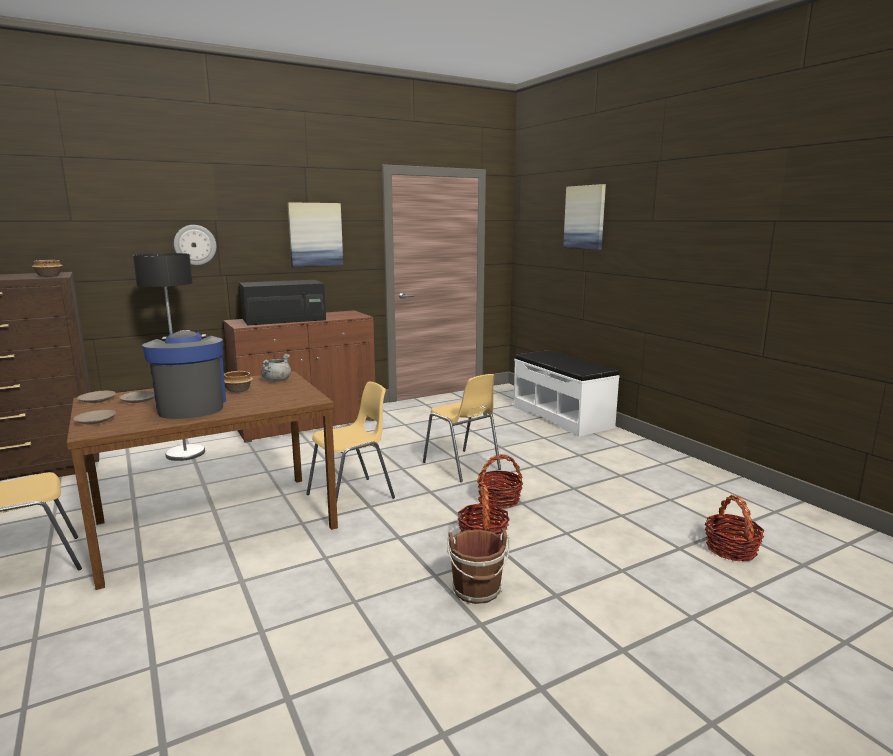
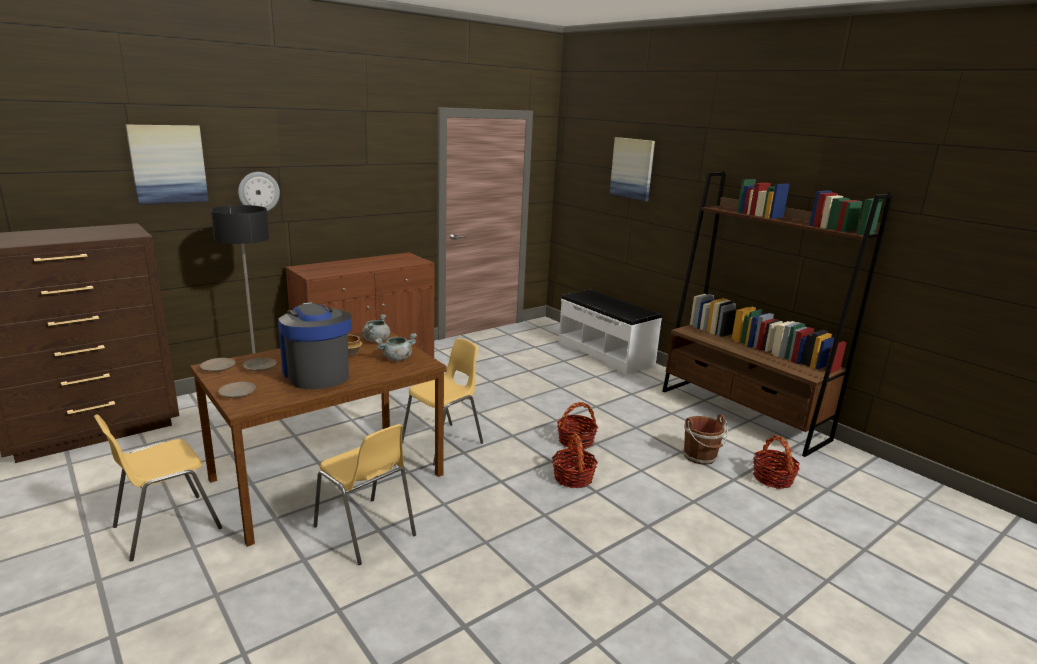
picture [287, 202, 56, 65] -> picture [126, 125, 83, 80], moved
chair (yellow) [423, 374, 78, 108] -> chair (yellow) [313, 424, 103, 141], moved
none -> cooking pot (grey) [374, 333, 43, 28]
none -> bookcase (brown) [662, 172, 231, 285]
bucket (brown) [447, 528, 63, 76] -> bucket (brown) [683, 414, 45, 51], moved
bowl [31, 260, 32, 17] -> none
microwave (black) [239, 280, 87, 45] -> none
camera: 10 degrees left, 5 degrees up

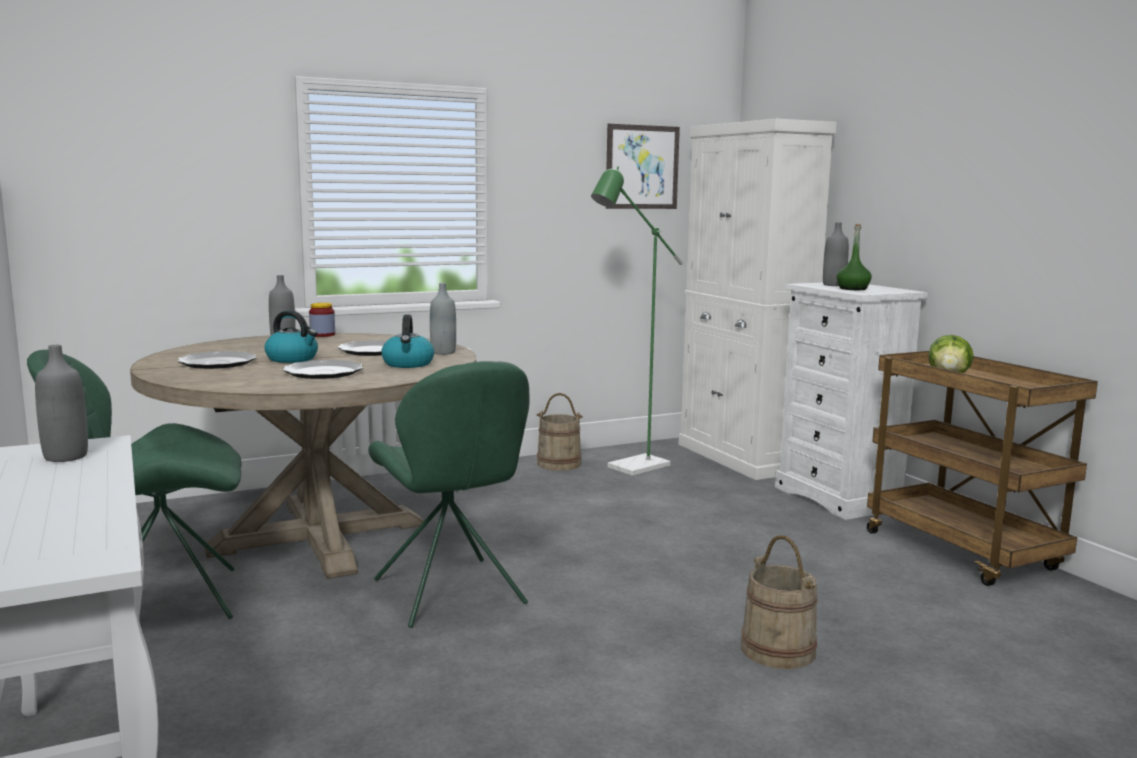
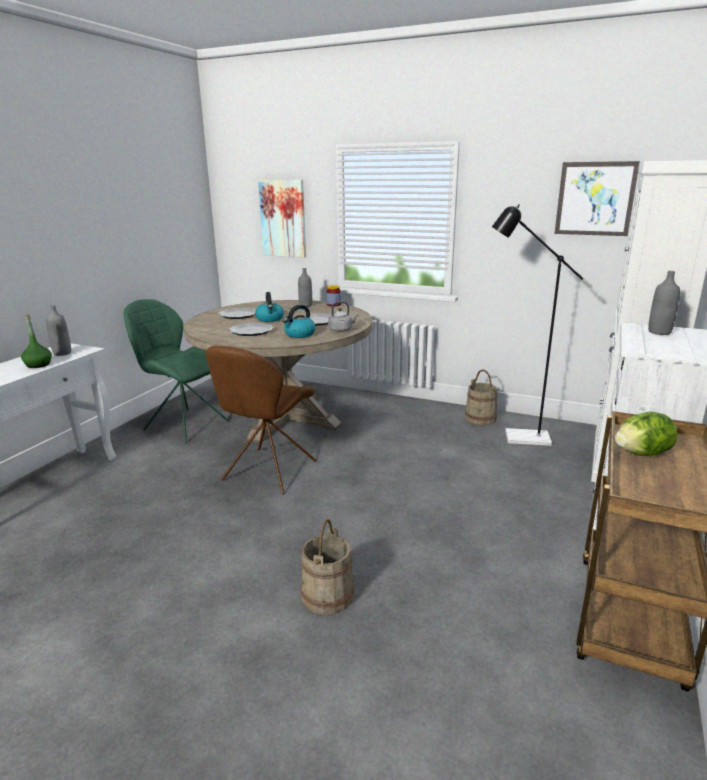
bottle (green) [837, 224, 35, 66] -> bottle (green) [21, 314, 31, 54], moved
chair (green) [368, 361, 161, 267] -> chair (brown) [205, 346, 111, 148]
none -> picture [258, 179, 48, 79]
bottle (grey) [430, 283, 26, 72] -> kettle (grey) [328, 302, 31, 30]
floor lamp (green) [591, 167, 92, 309] -> floor lamp (black) [492, 205, 100, 241]
camera: 50 degrees right, 10 degrees up

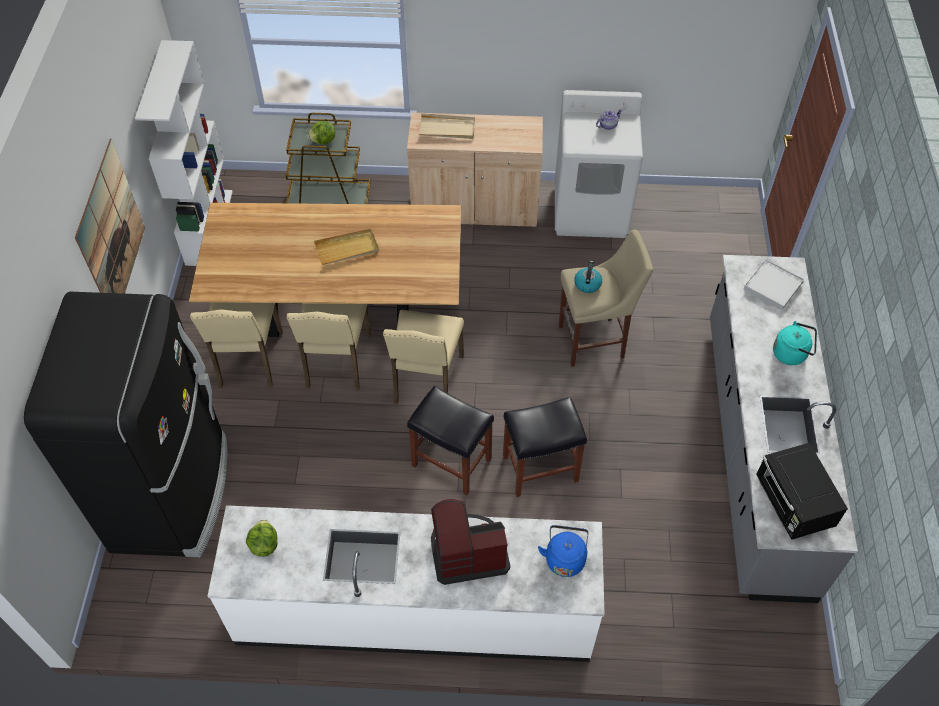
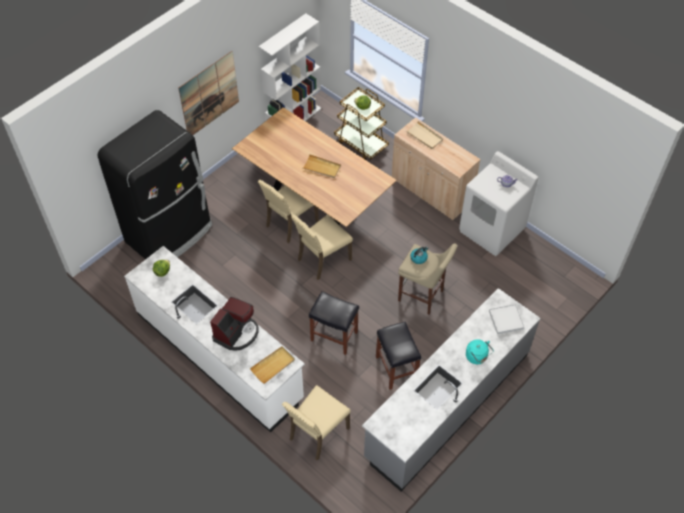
coffee machine [431, 499, 79, 86] -> coffee machine [210, 297, 49, 54], 90 degrees clockwise
kettle (blue) [538, 525, 51, 52] -> tray (beige) [250, 346, 45, 38]
chair (beige) [190, 302, 93, 86] -> chair (beige) [282, 385, 69, 76], moved
stool (black) [407, 386, 87, 109] -> stool (black) [376, 322, 45, 68], moved
microwave (black) [756, 443, 92, 97] -> none
camera: 40 degrees right, 0 degrees up

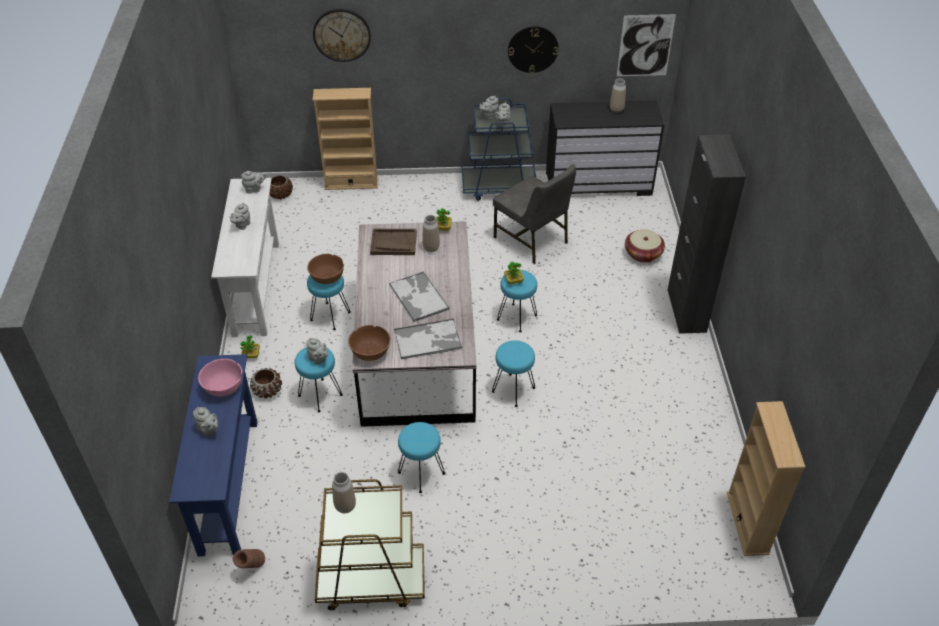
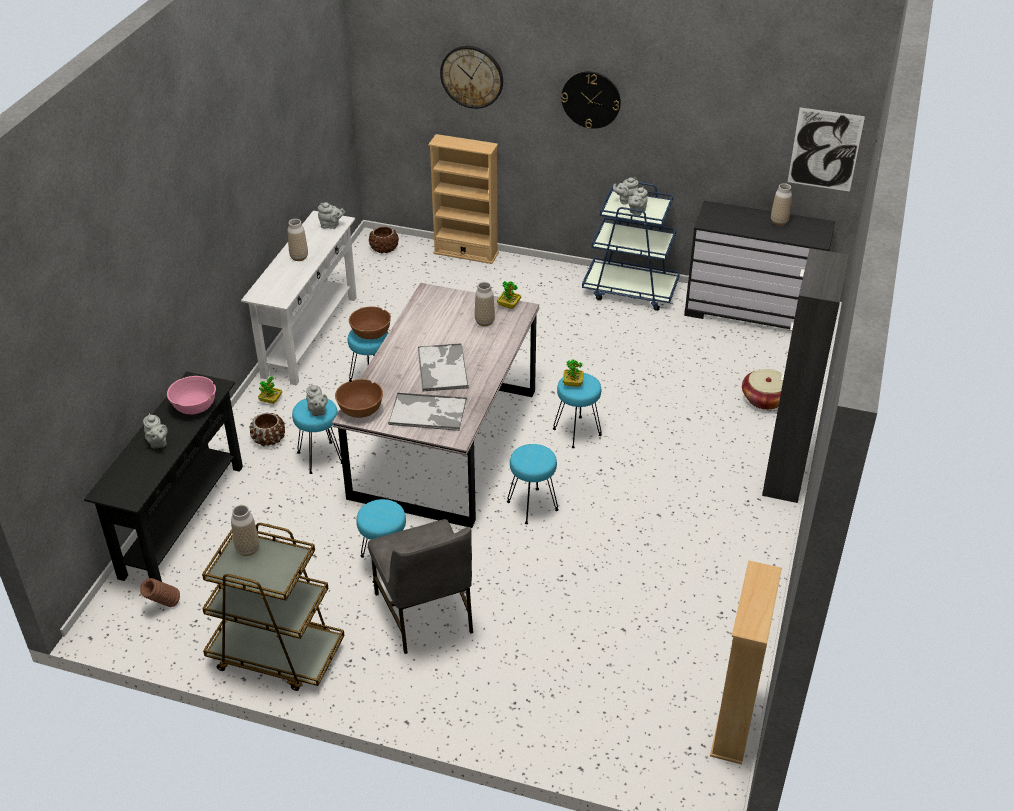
console table (blue) [169, 354, 89, 203] -> console table (black) [84, 372, 159, 210]
teapot (grey) [230, 203, 21, 27] -> vase [287, 219, 21, 42]
chair (grey) [493, 164, 83, 100] -> chair (grey) [368, 519, 105, 135], moved
wall clock [508, 26, 51, 47] -> wall clock [561, 71, 60, 58], moved
tray (brown) [370, 229, 47, 26] -> none
camera: 20 degrees right, 5 degrees down

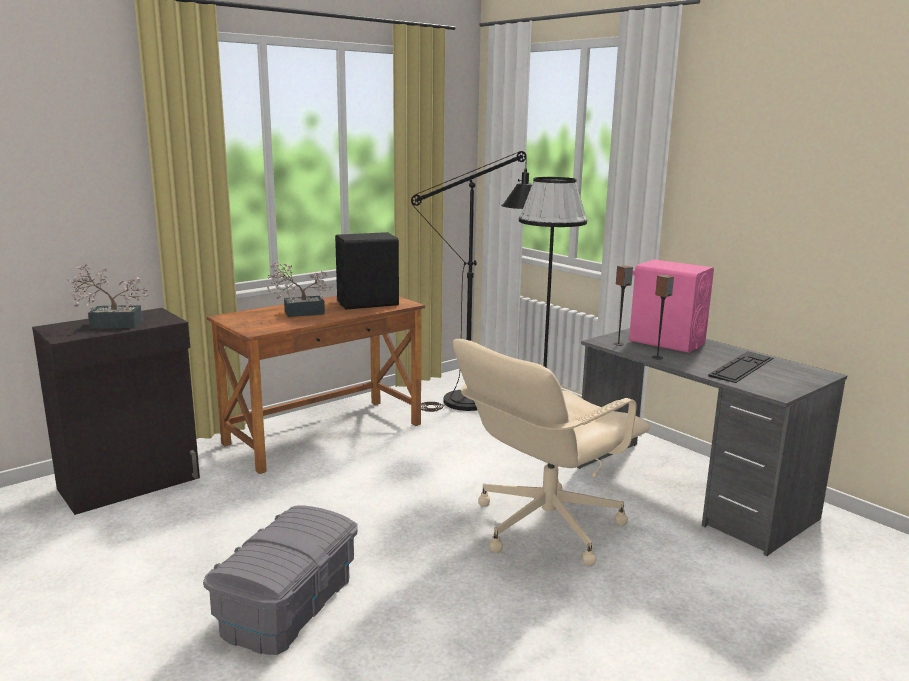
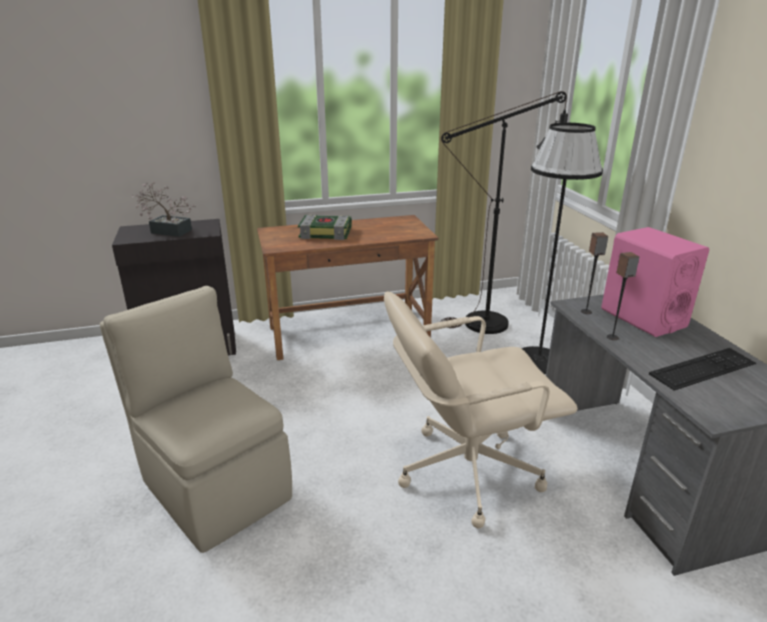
storage box (grey) [203, 505, 155, 150] -> chair (beige) [100, 286, 192, 267]
potted plant [267, 262, 66, 55] -> book [298, 215, 54, 25]
speaker (black) [335, 232, 64, 77] -> none
camera: 25 degrees right, 10 degrees up

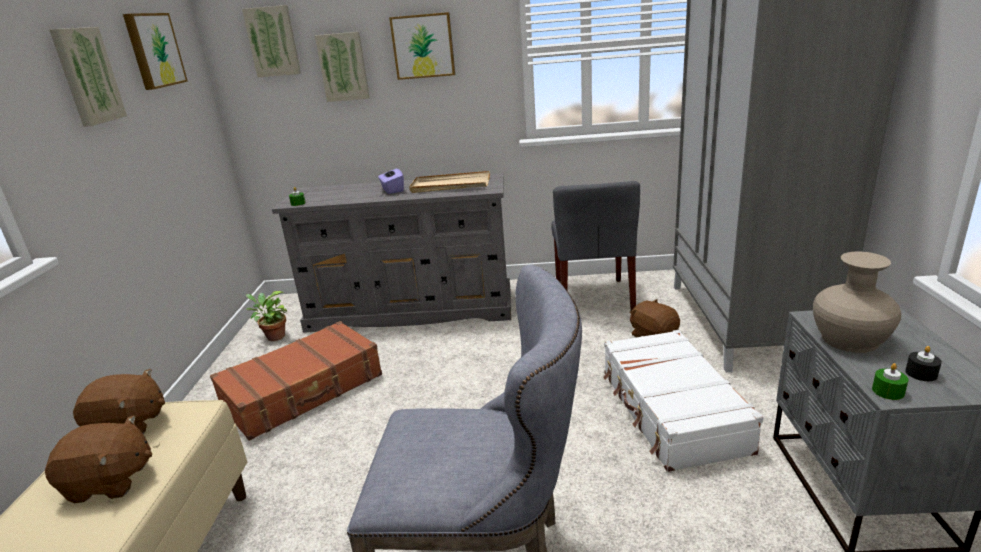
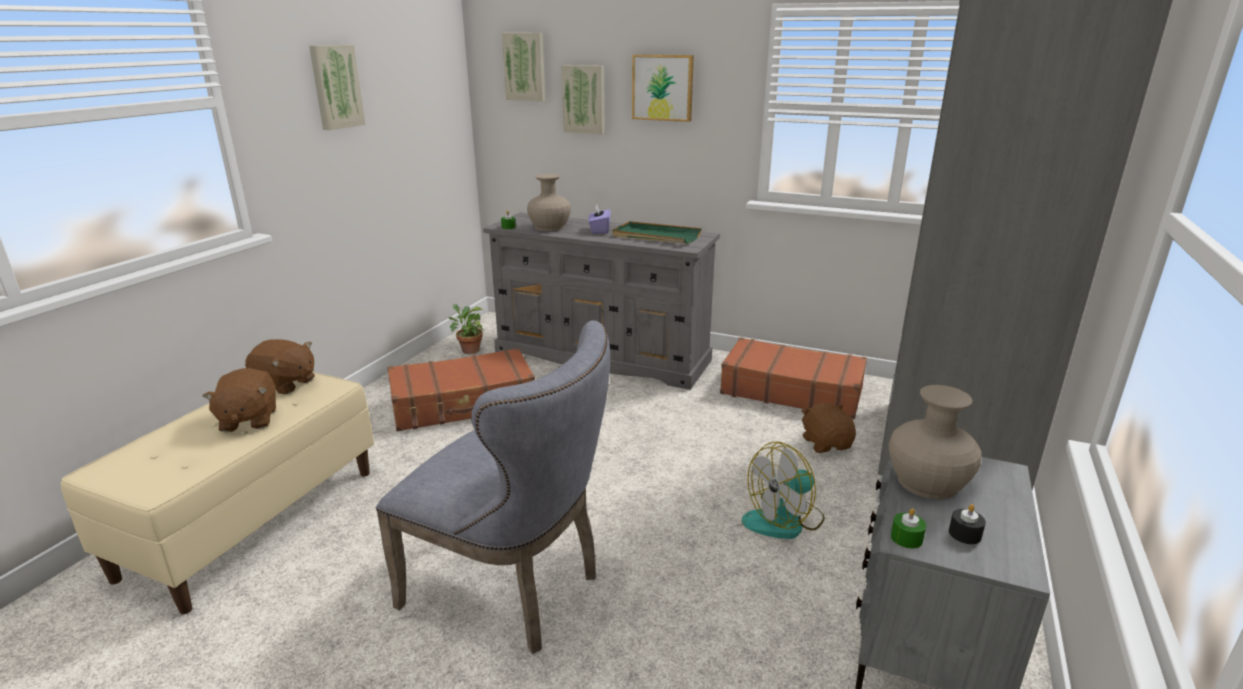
plush toy (brown) [45, 415, 107, 88] -> plush toy (brown) [202, 368, 74, 64], 60 degrees clockwise
none -> vase (beige) [527, 174, 44, 57]
tray (beige) [409, 171, 81, 22] -> tray (green) [612, 221, 90, 23]
chair (grey) [551, 181, 89, 130] -> suitcase (brown) [720, 337, 147, 82]
suitcase (white) [603, 330, 161, 142] -> fan [742, 442, 83, 97]
picture [123, 13, 65, 77] -> none
camera: 20 degrees right, 0 degrees up

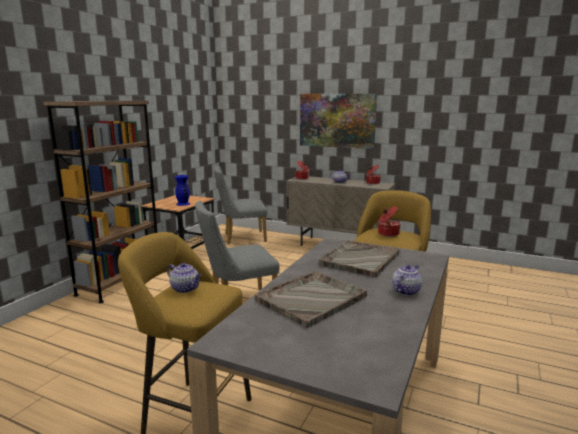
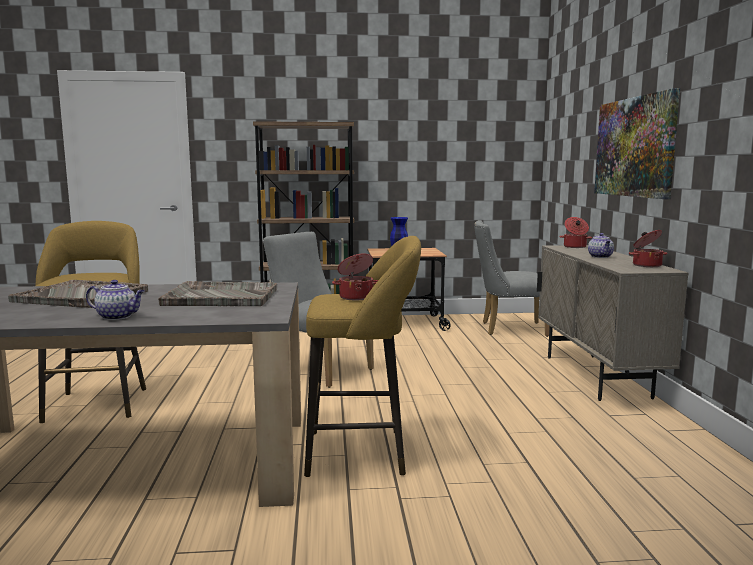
chair (grey) [214, 166, 53, 78] -> chair (grey) [474, 220, 76, 117], 45 degrees counterclockwise
teapot [167, 263, 35, 30] -> none
camera: 60 degrees right, 5 degrees down

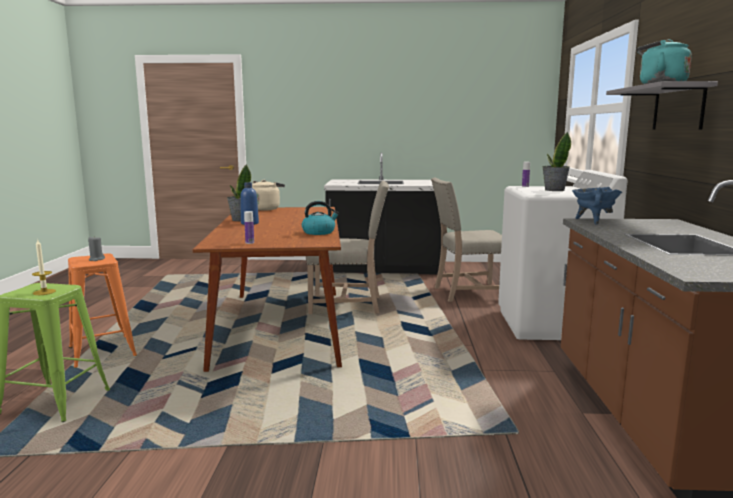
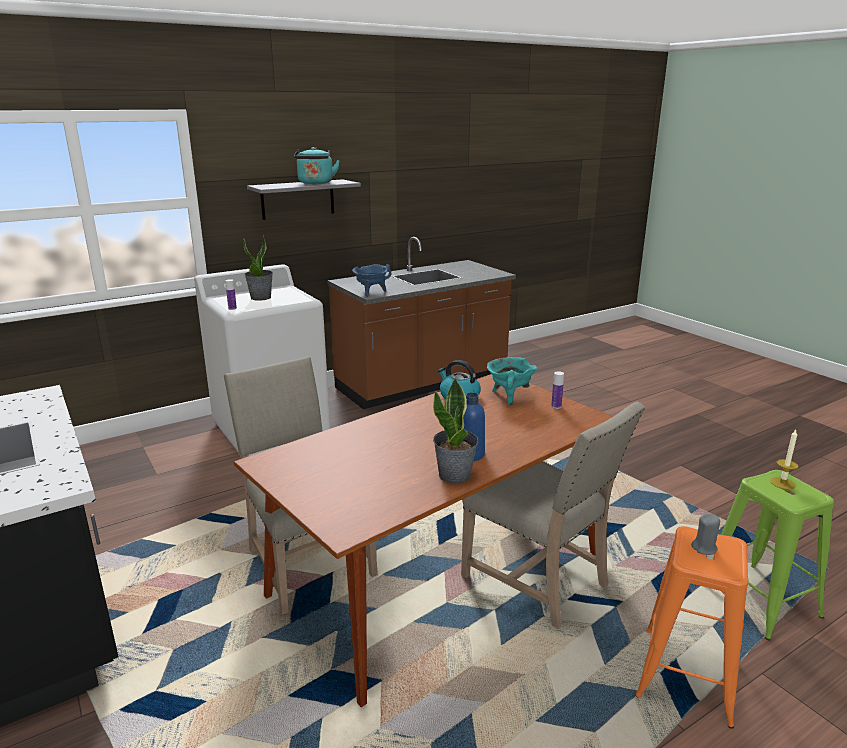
chair (beige) [431, 178, 71, 124] -> chair (beige) [461, 402, 184, 227], moved
none -> cooking pot (turquoise) [487, 357, 50, 49]
kettle (beige) [252, 180, 33, 31] -> none
camera: 125 degrees left, 10 degrees up

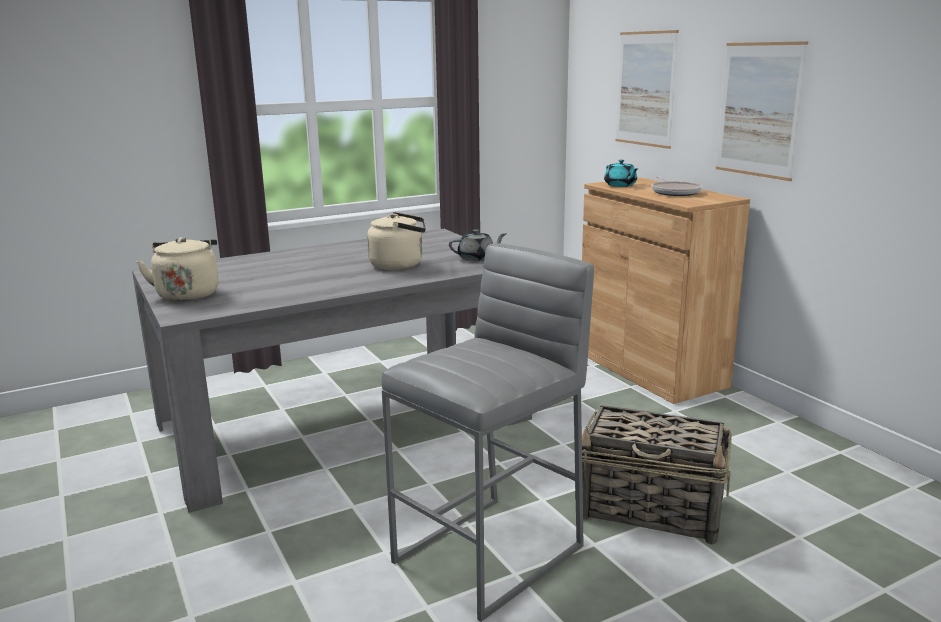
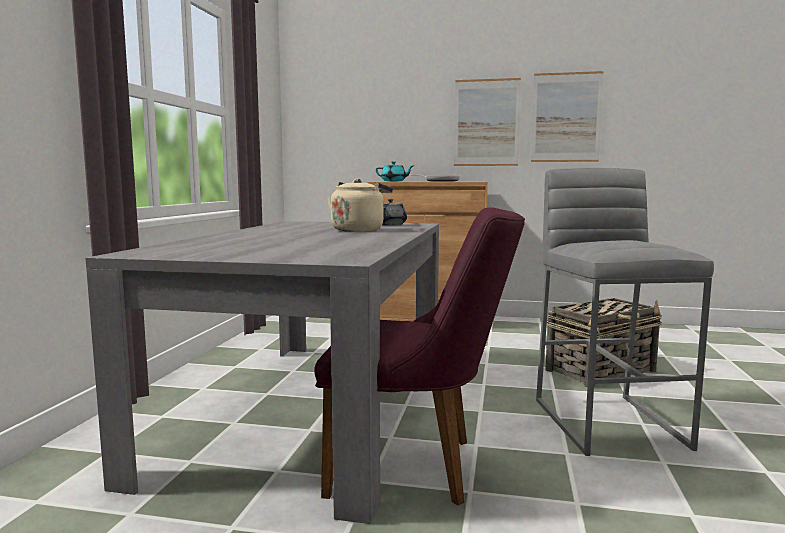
none -> chair (purple) [314, 207, 211, 298]
picture [615, 30, 64, 119] -> picture [531, 71, 73, 91], moved
kettle (beige) [136, 237, 83, 64] -> none
camera: 50 degrees left, 10 degrees down

